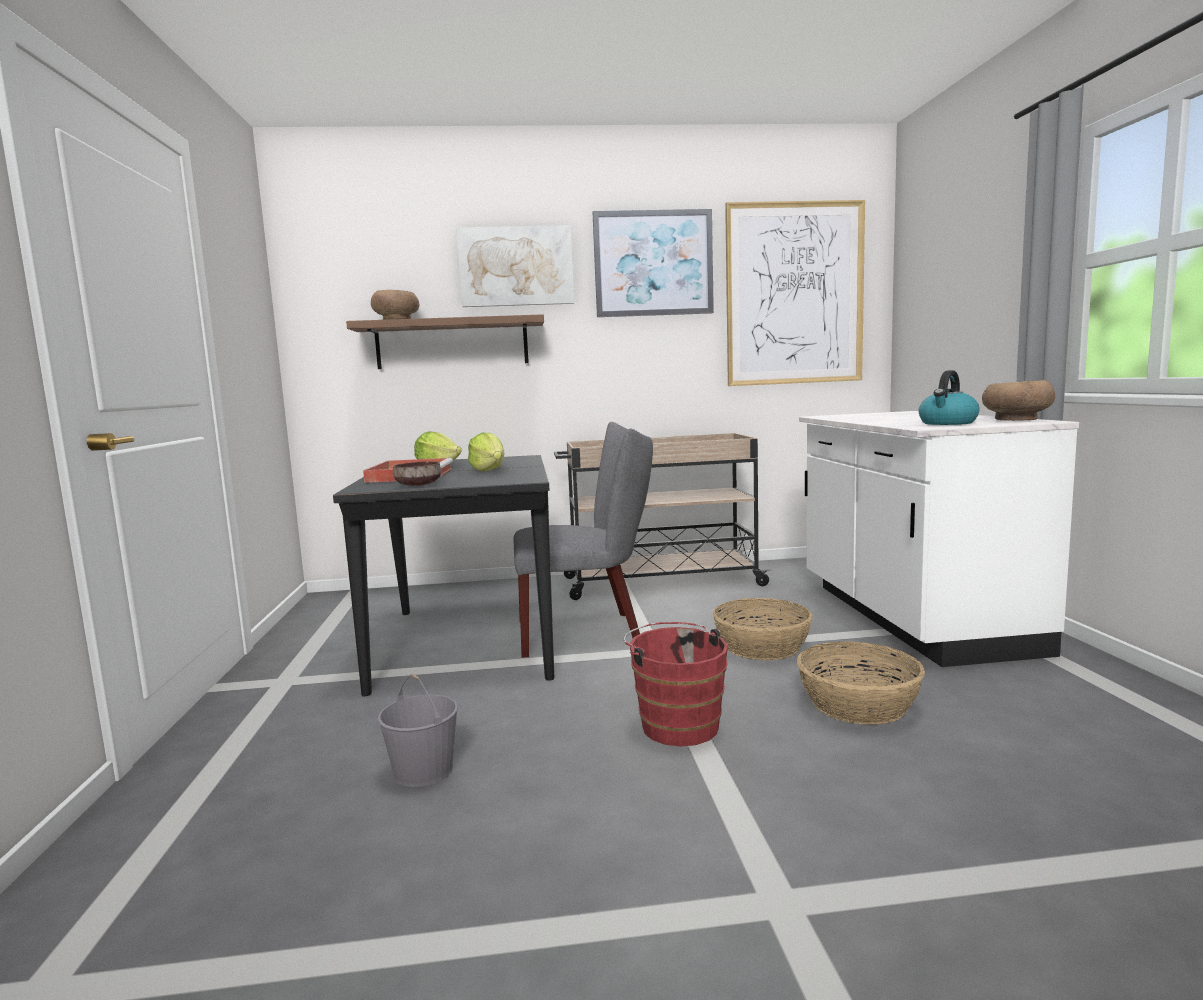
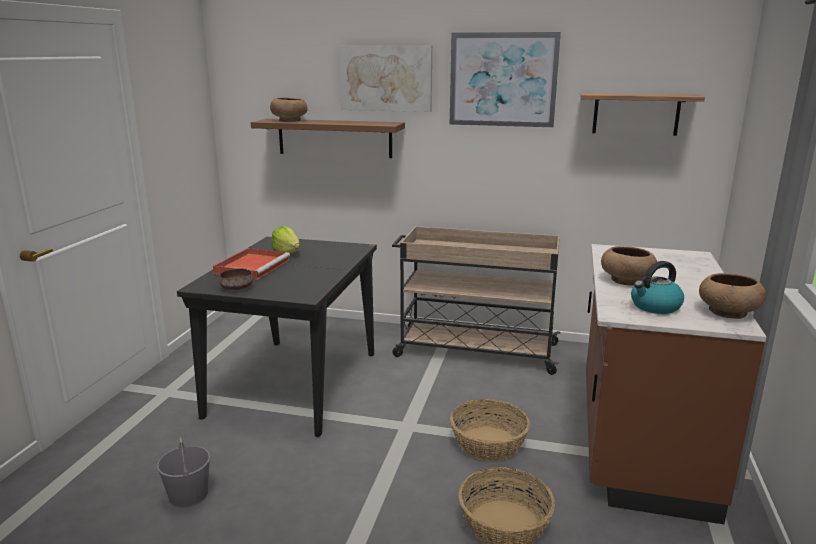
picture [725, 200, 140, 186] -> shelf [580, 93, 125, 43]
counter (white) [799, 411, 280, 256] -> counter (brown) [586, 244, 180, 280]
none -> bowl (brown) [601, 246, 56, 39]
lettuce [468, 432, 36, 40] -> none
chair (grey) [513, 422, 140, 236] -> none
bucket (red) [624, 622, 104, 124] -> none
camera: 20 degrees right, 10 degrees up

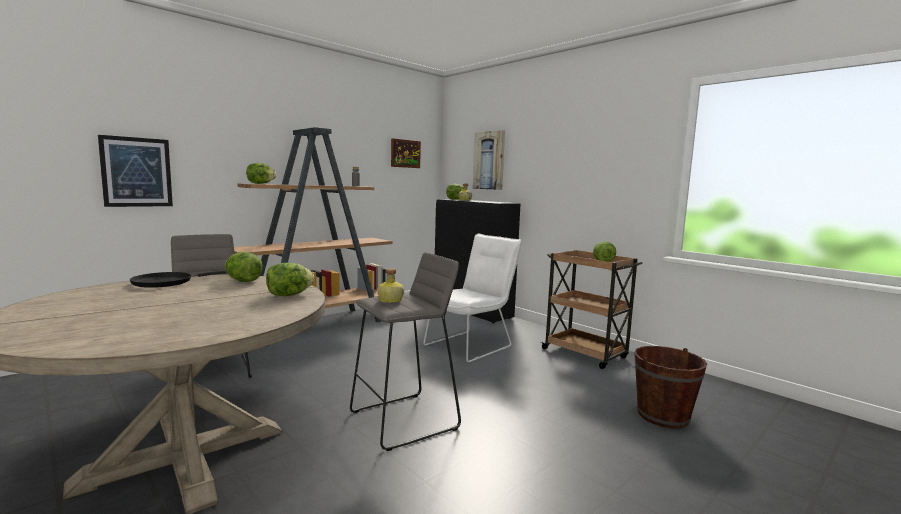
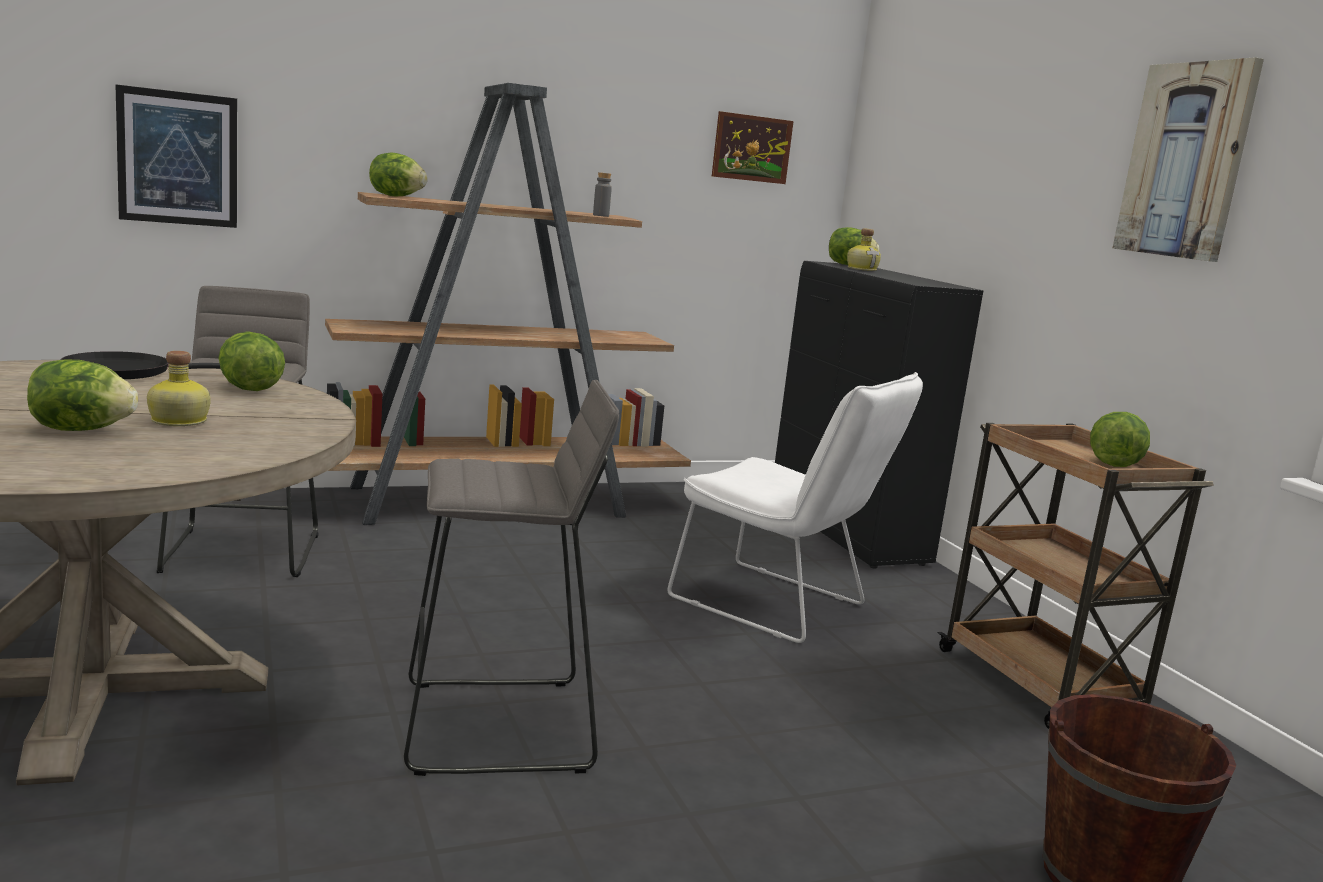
lettuce [266, 263, 48, 33] -> lettuce [27, 359, 111, 72], moved
bottle [377, 268, 27, 35] -> bottle [147, 351, 64, 75], moved
chair (white) [423, 234, 98, 129] -> chair (white) [667, 372, 256, 271], 60 degrees clockwise
picture [473, 130, 32, 60] -> picture [1112, 57, 152, 205], moved
camera: 20 degrees right, 5 degrees up

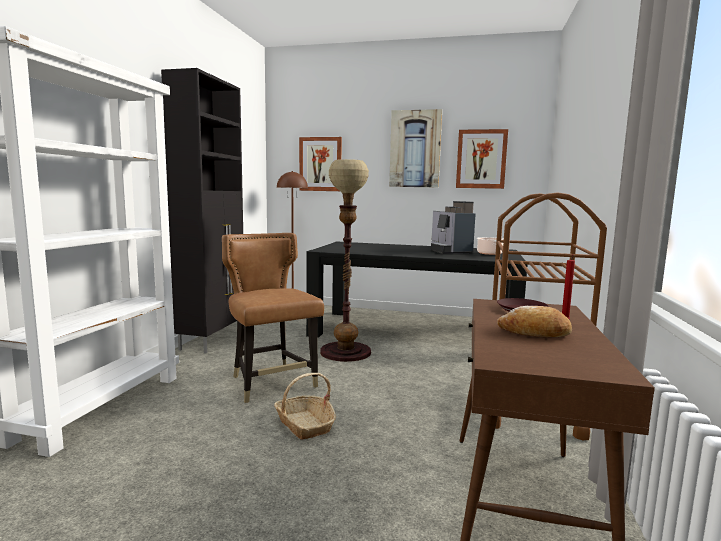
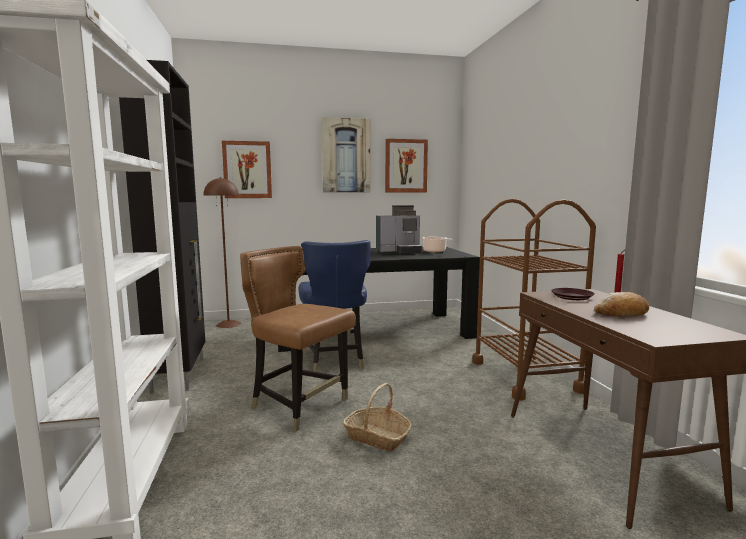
floor lamp [320, 159, 51, 203] -> chair (blue) [299, 240, 72, 132]
coffee machine [431, 201, 45, 53] -> coffee machine [376, 205, 46, 49], 60 degrees counterclockwise
camera: 25 degrees left, 0 degrees up

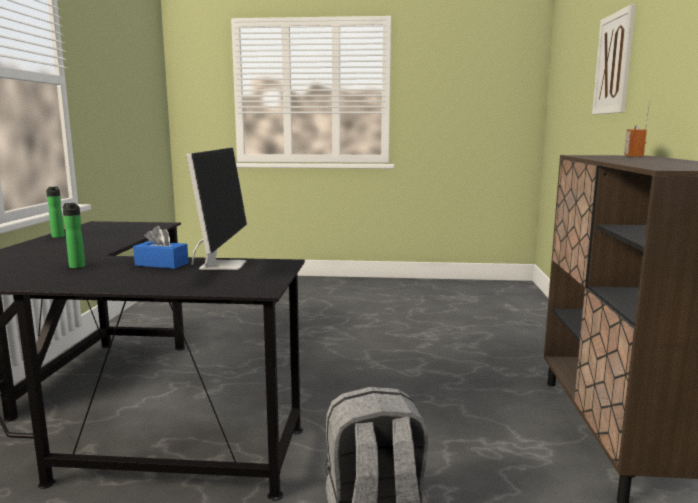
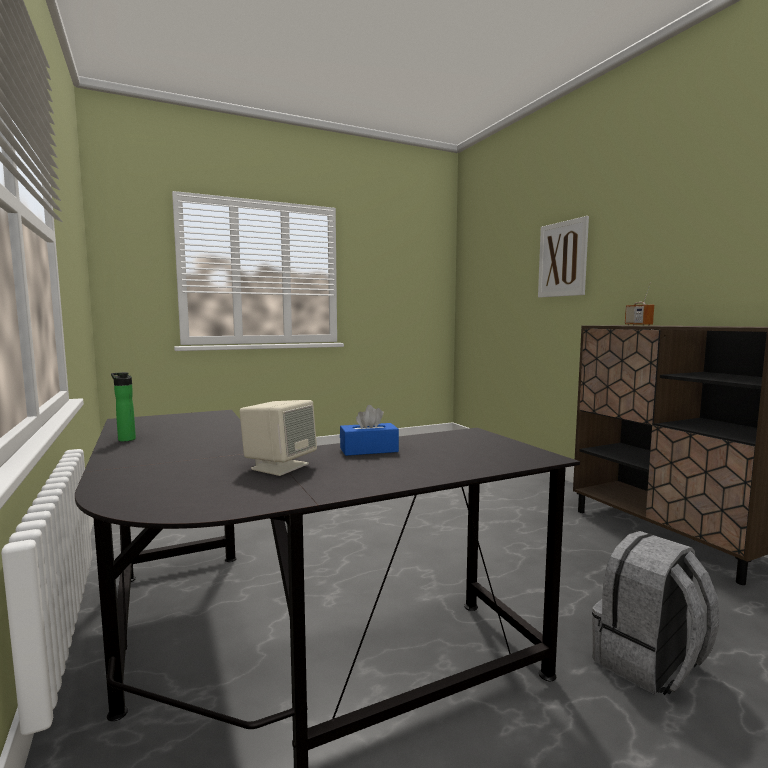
bottle [63, 203, 22, 66] -> speaker (beige) [239, 400, 78, 76]
monitor [186, 147, 61, 123] -> none
camera: 30 degrees left, 5 degrees down

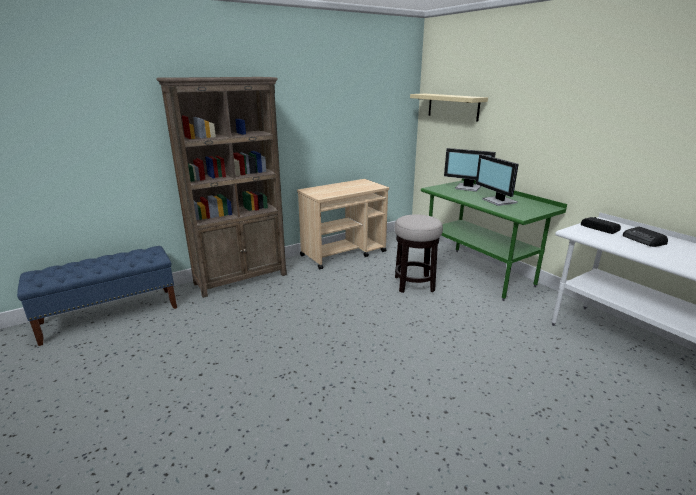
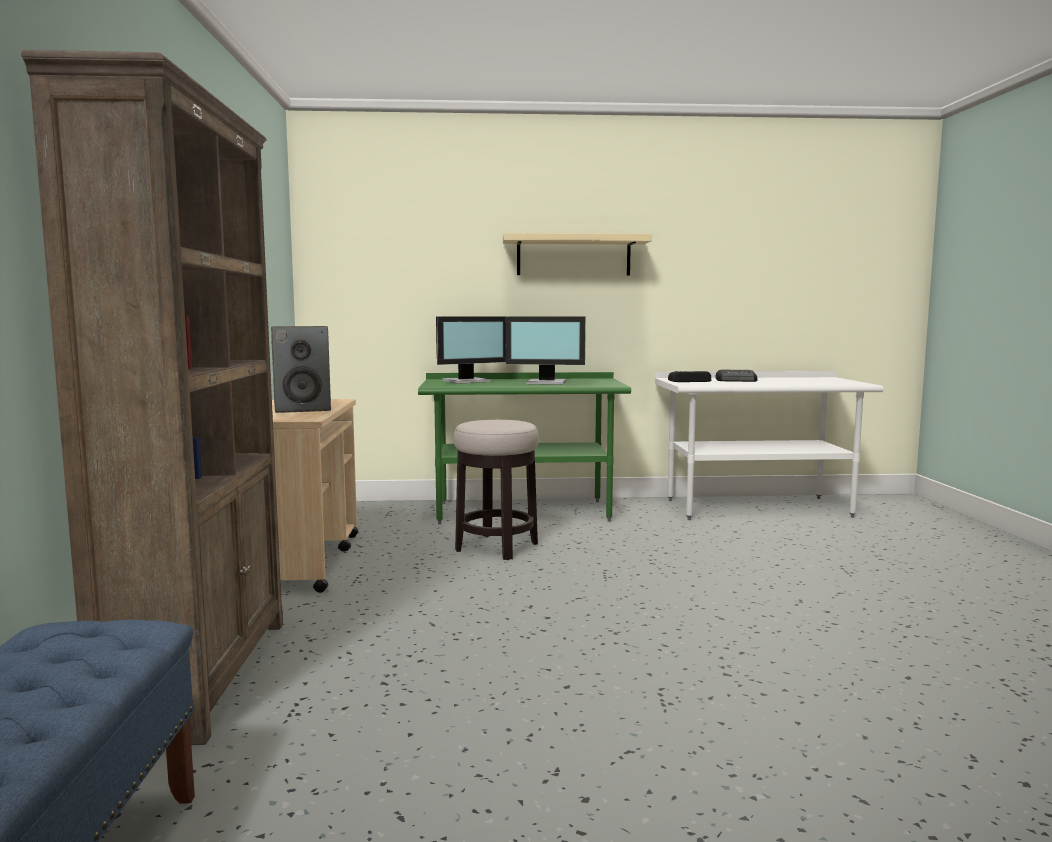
none -> speaker [271, 326, 60, 87]
shelf (beige) [410, 94, 78, 28] -> shelf (beige) [503, 233, 149, 42], moved
camera: 60 degrees left, 15 degrees down

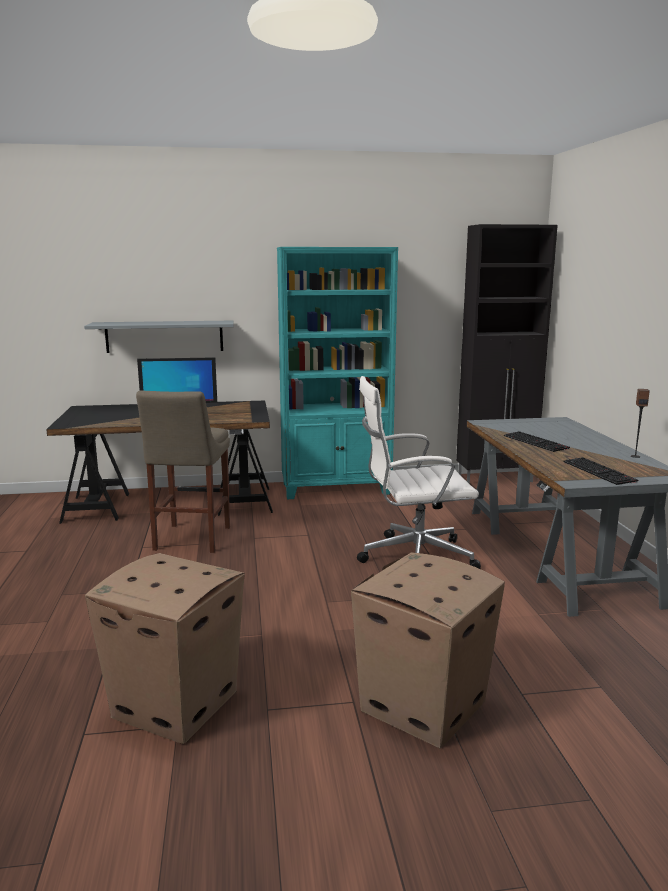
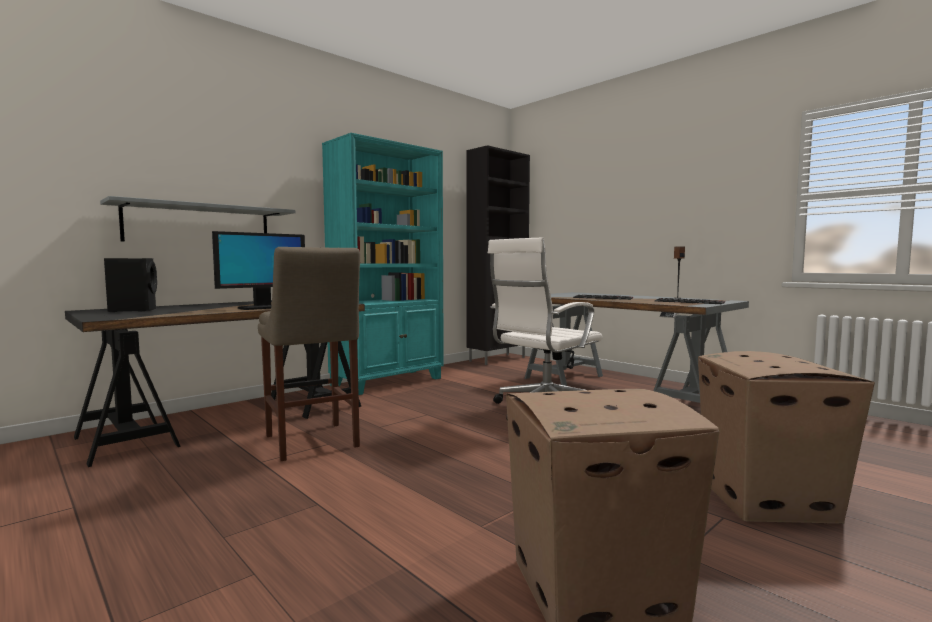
none -> speaker (black) [104, 258, 53, 54]
camera: 35 degrees left, 10 degrees down

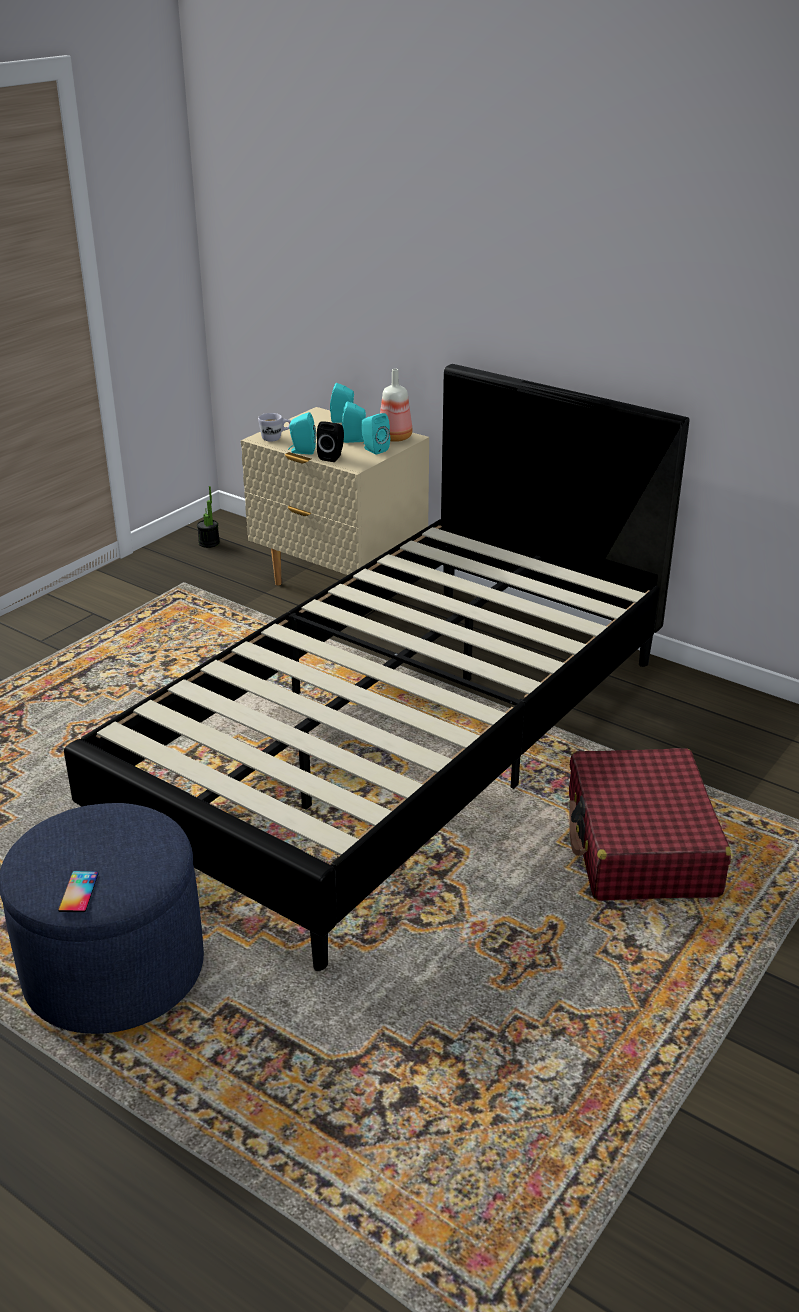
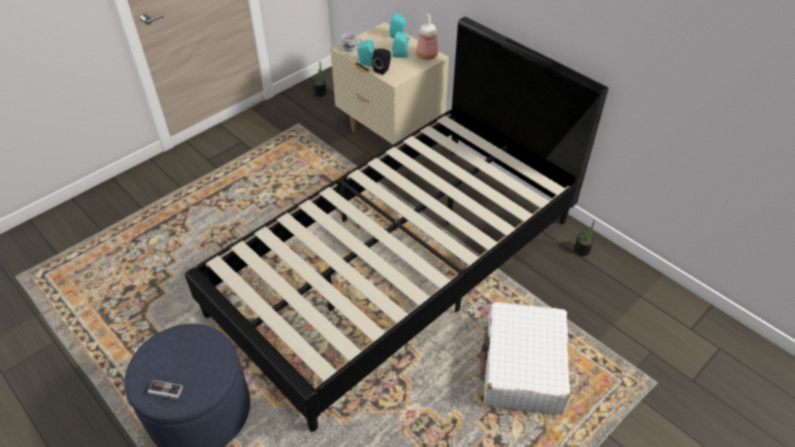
phone [58, 871, 41, 41] -> game controller [148, 380, 35, 23]
suitcase (red) [569, 748, 162, 152] -> suitcase (white) [480, 302, 90, 113]
none -> potted plant [574, 220, 21, 36]
speaker (turquoise) [361, 413, 29, 42] -> none
camera: 10 degrees right, 15 degrees up

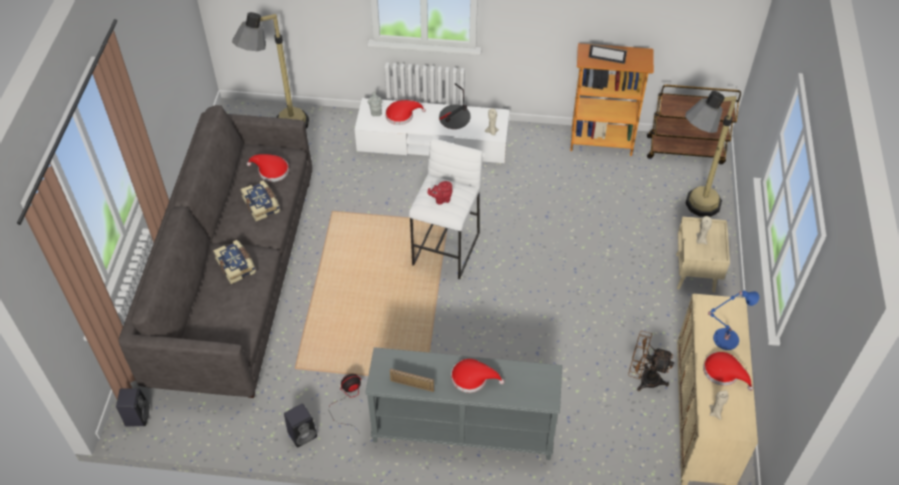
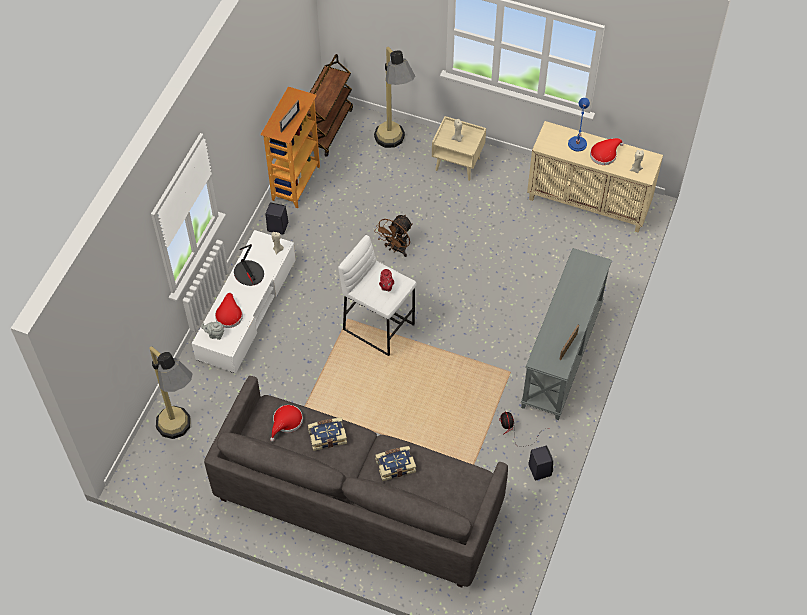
speaker (black) [116, 388, 33, 38] -> speaker (black) [265, 203, 23, 32], moved
fan (brown) [628, 331, 46, 60] -> fan (brown) [374, 215, 39, 42], moved
hat (red) [451, 359, 53, 34] -> none
camera: 75 degrees left, 5 degrees up

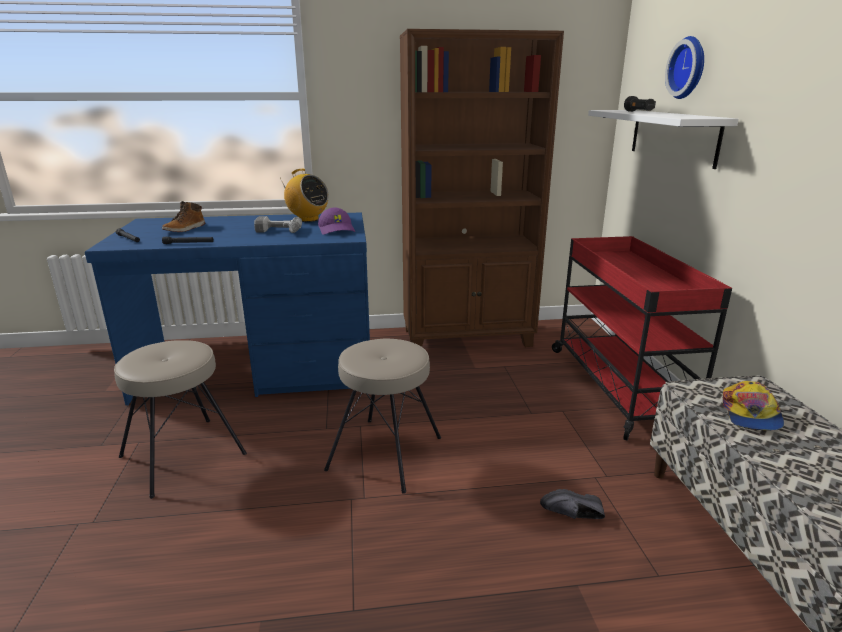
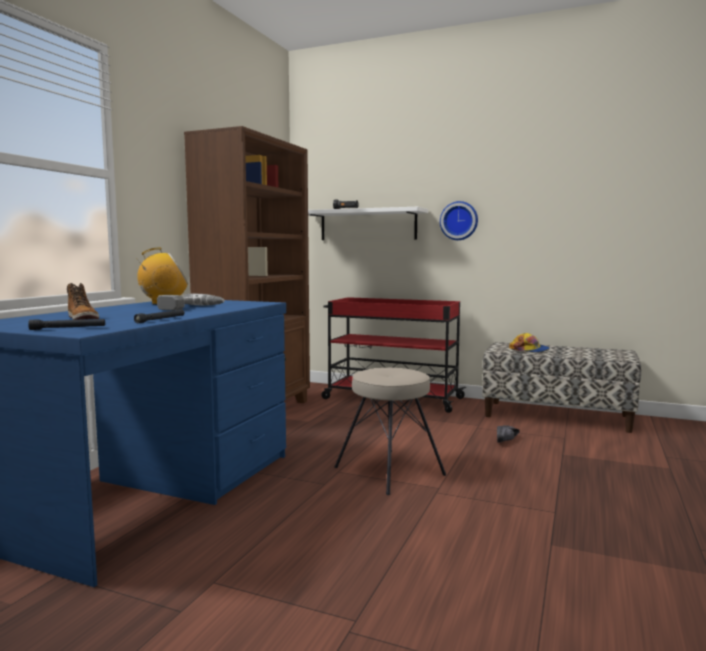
wall clock [665, 36, 39, 63] -> wall clock [440, 201, 38, 39], moved
stool (beige) [114, 340, 133, 159] -> none
cap (purple) [318, 208, 37, 27] -> none
camera: 60 degrees left, 15 degrees down

